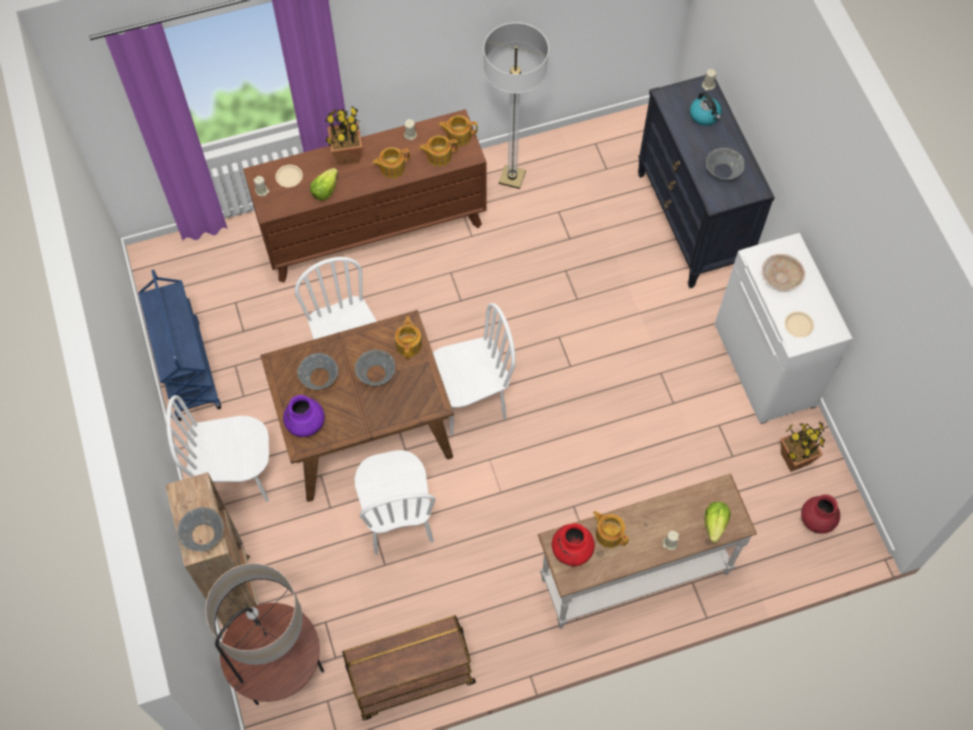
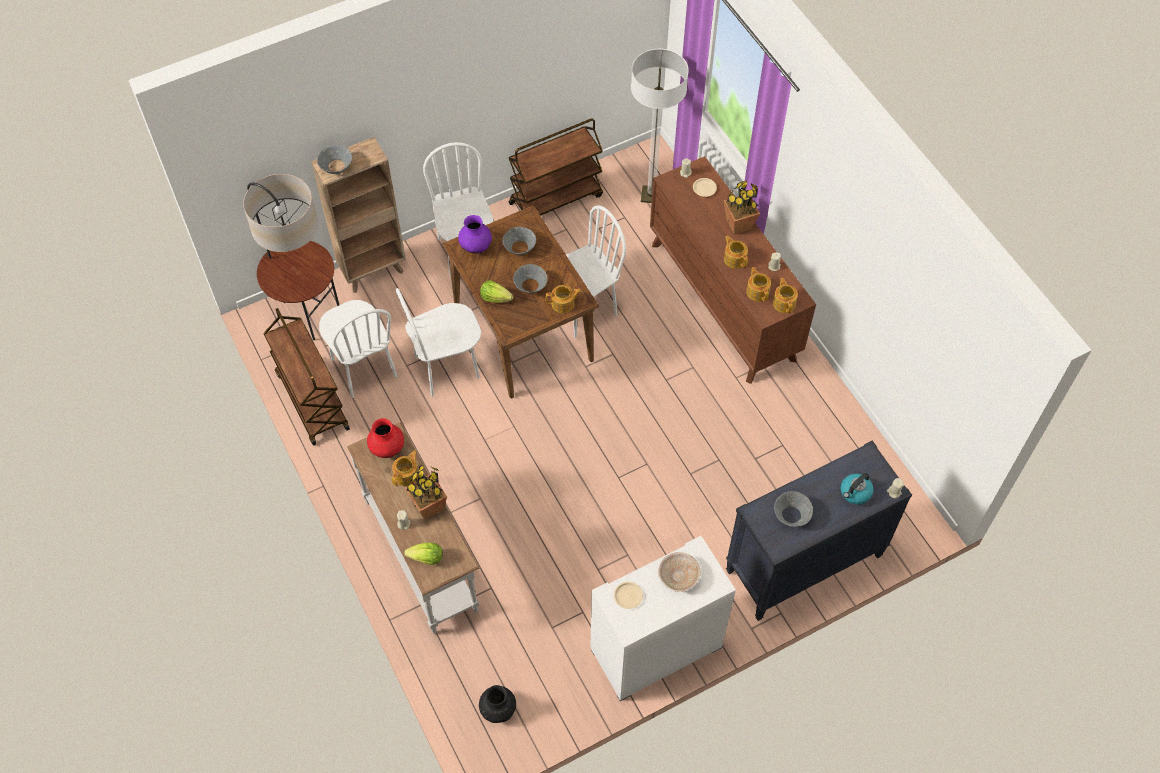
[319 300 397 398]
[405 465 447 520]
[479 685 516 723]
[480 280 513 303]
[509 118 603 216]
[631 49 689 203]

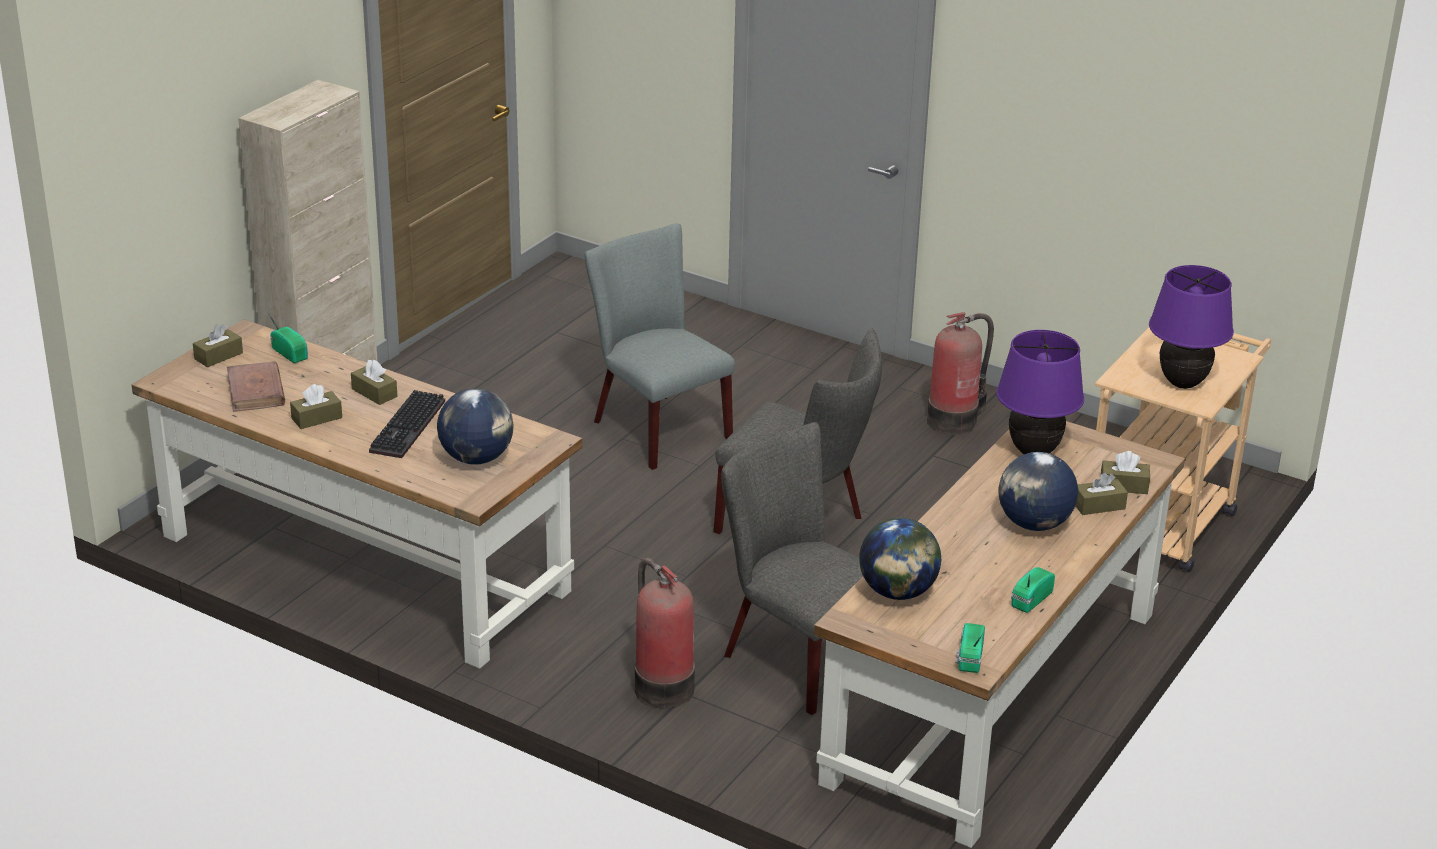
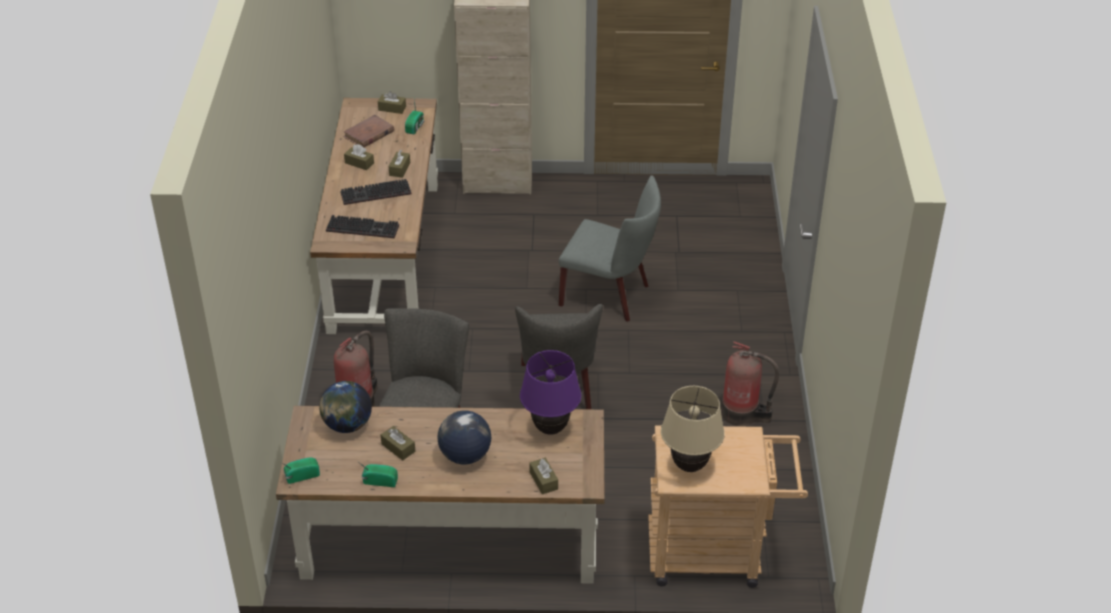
[326 215 399 238]
[381 426 415 460]
[559 175 661 321]
[661 386 725 472]

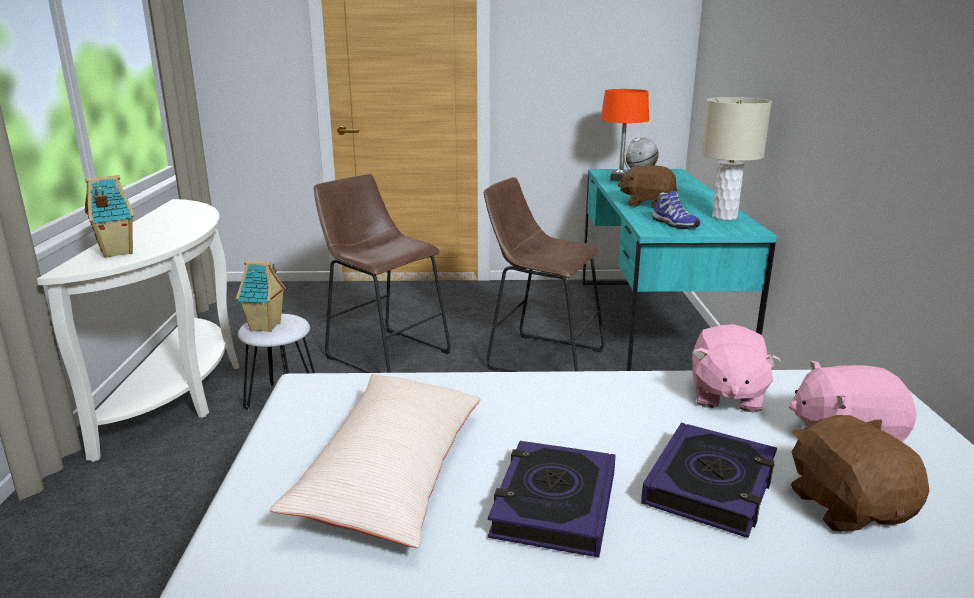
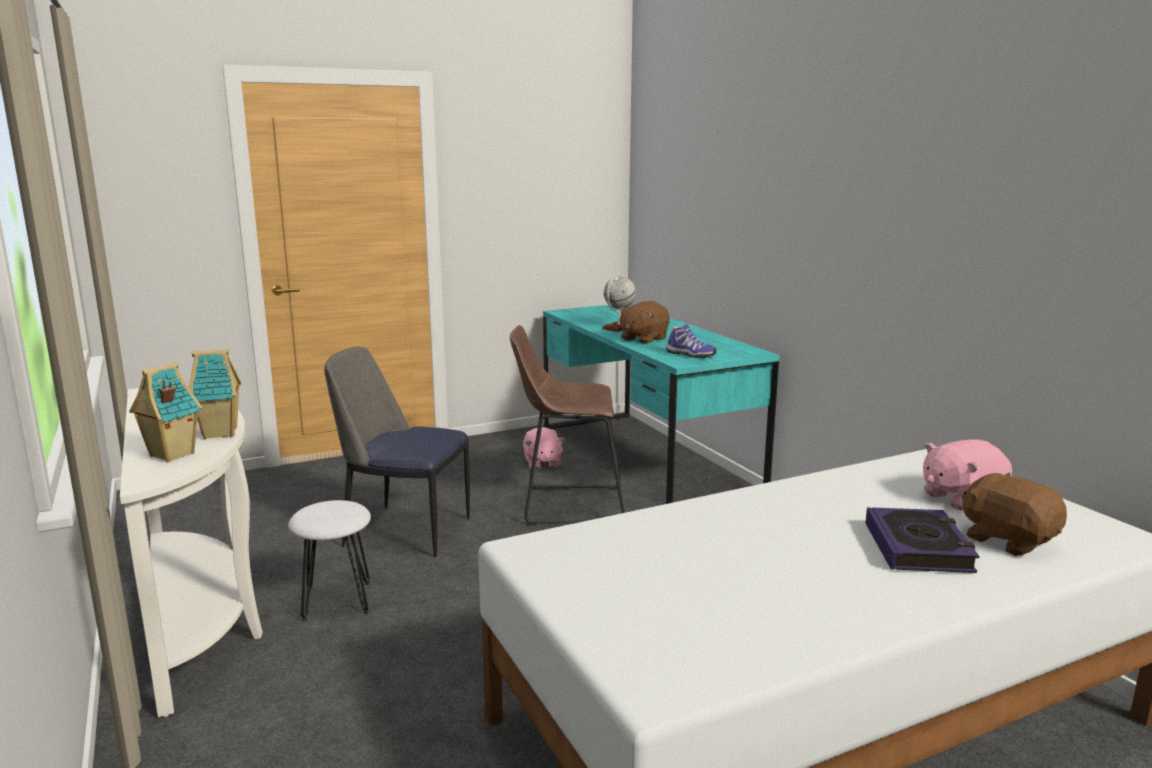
[189 349 241 439]
[324 347 470 557]
[523 427 565 469]
[618 301 670 344]
[270 374 480 548] (first image)
[488 441 616 558] (first image)
[601 89 649 181] (first image)
[701 97 772 220] (first image)

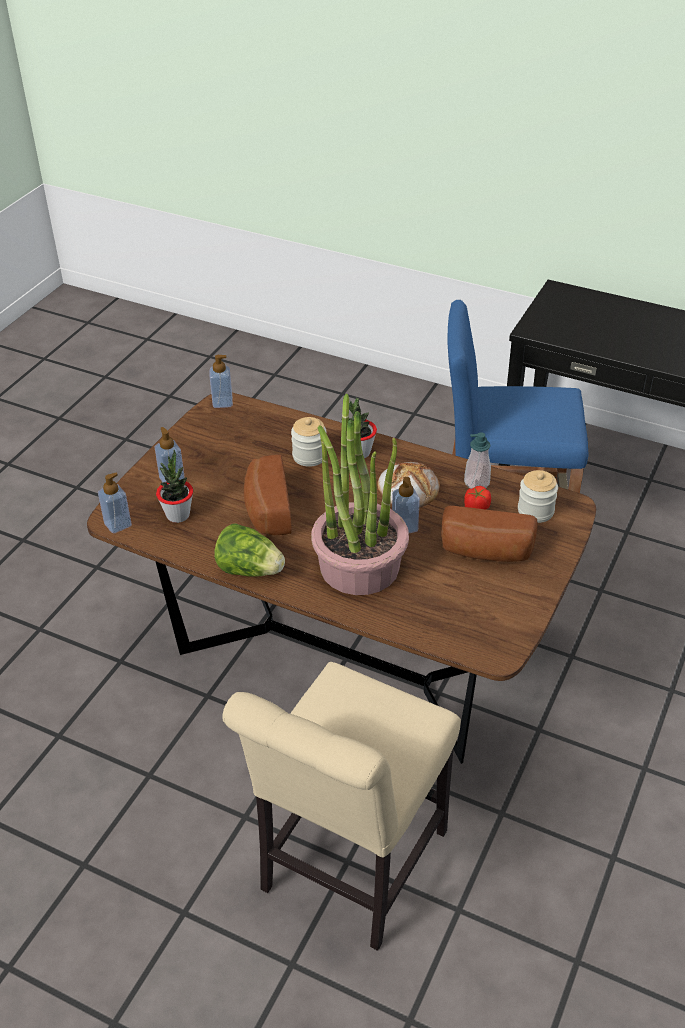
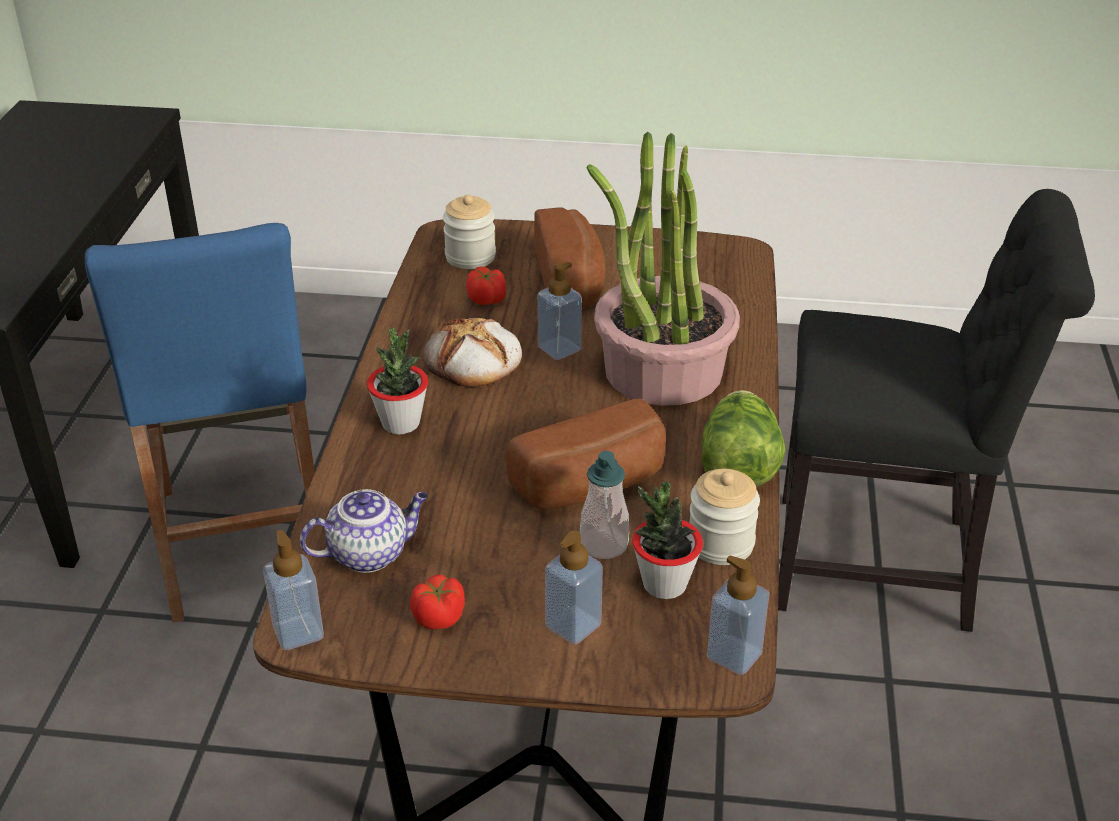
[300 489 428 573]
[410 575 465 629]
[580 451 629 559]
[690 469 760 565]
[778 189 1095 632]

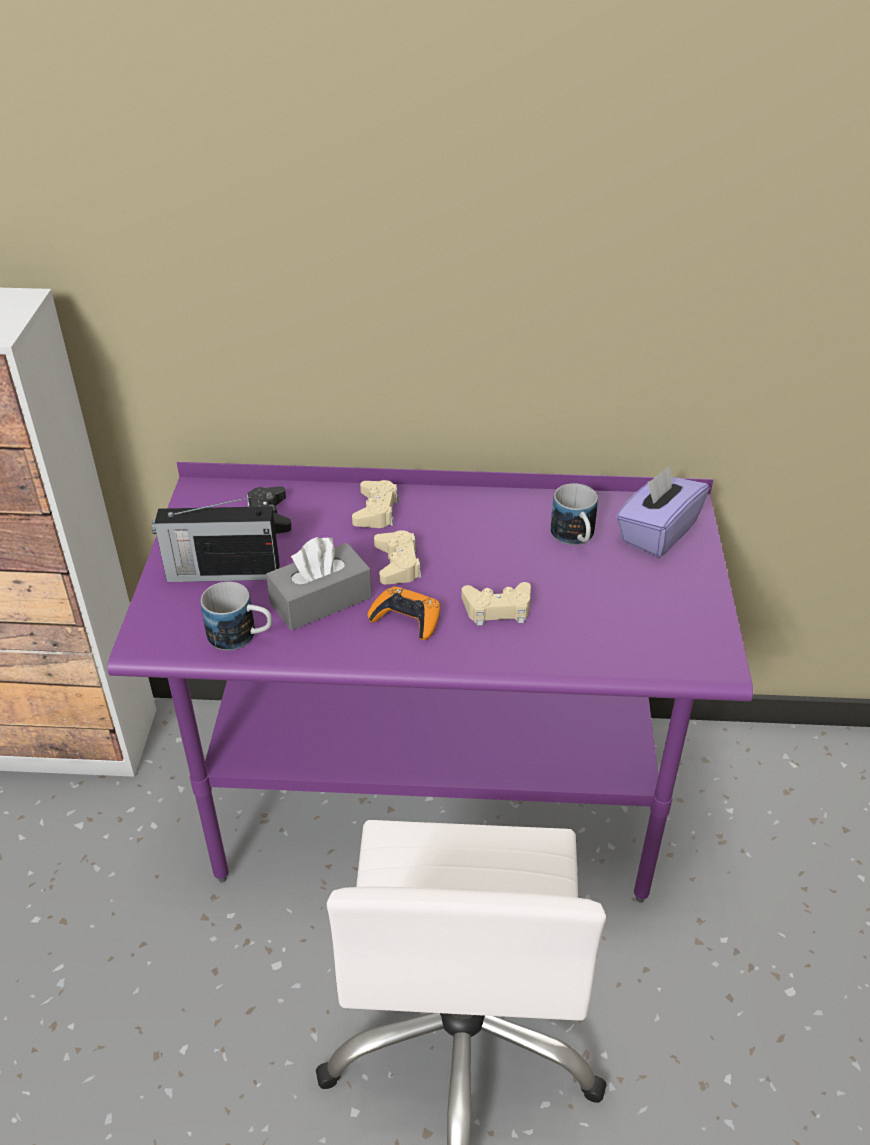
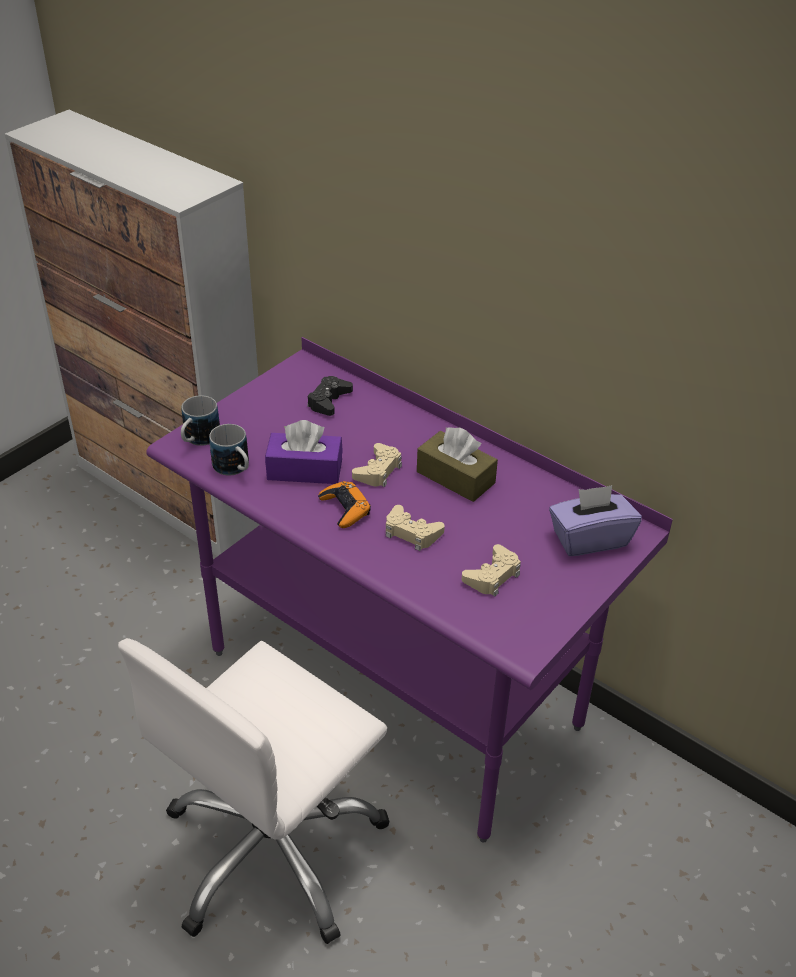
[181 395 220 446]
[265 420 343 484]
[417 427 498 502]
[462 544 521 596]
[152 496 280 582] (first image)

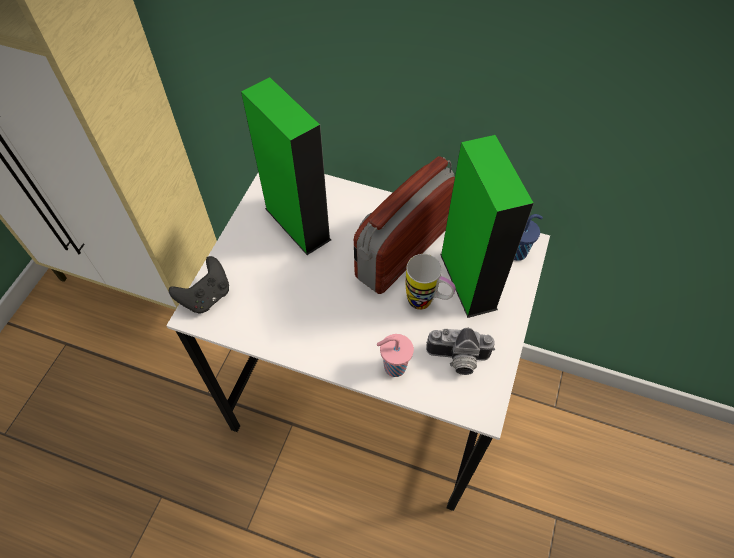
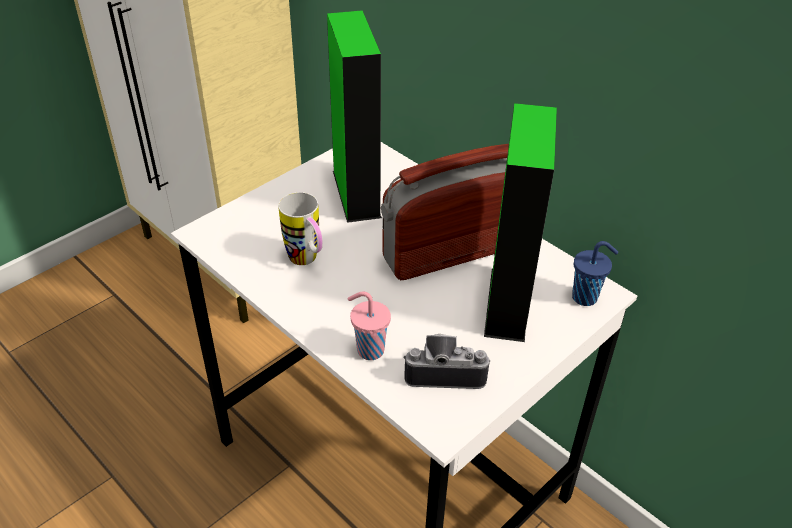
[278 192 323 265]
[404 334 490 389]
[169 256 229 314] (first image)

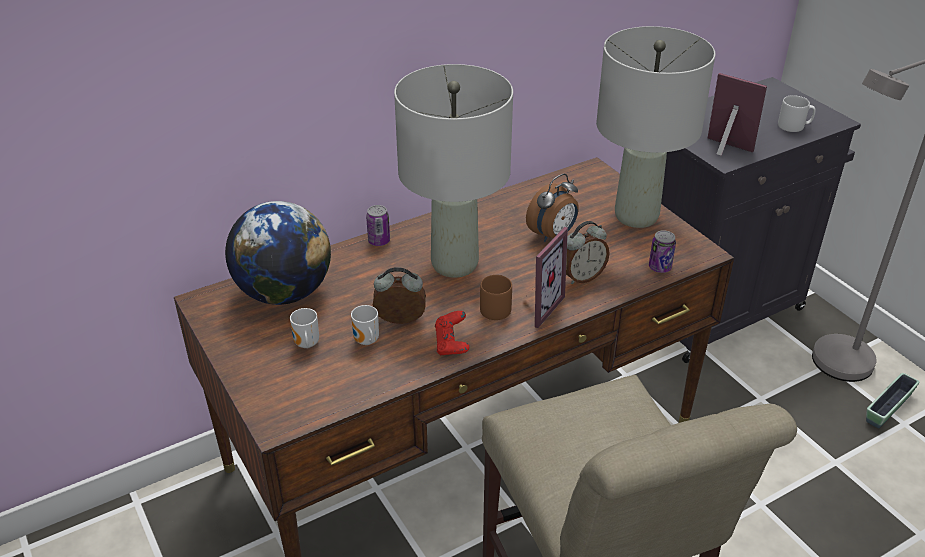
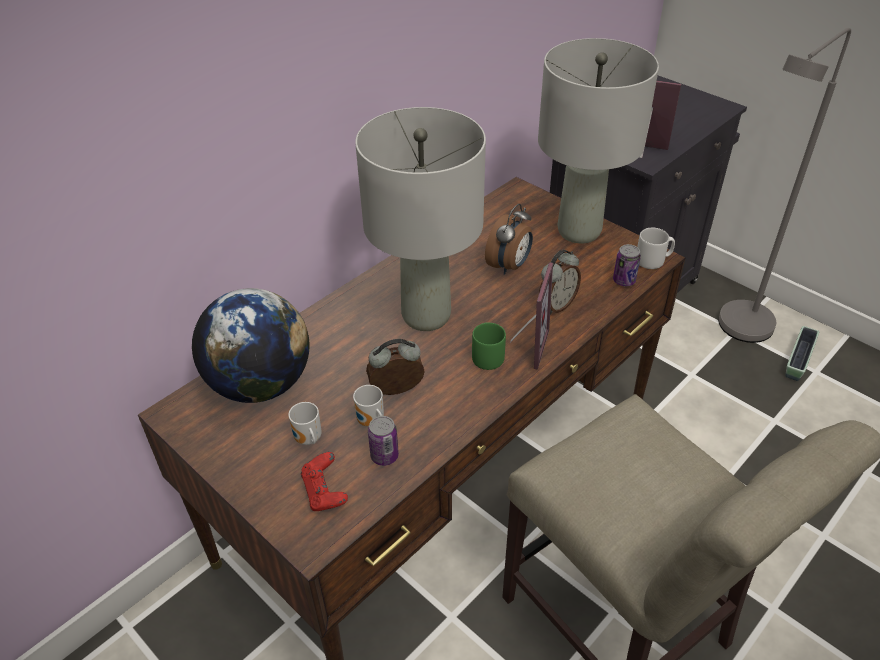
[301 452 348 511]
[368 416 399 466]
[472 323 506 370]
[637 228 675 269]

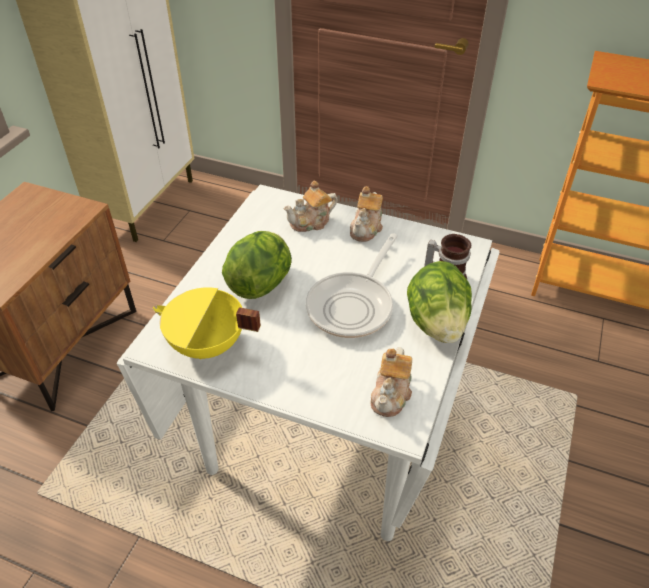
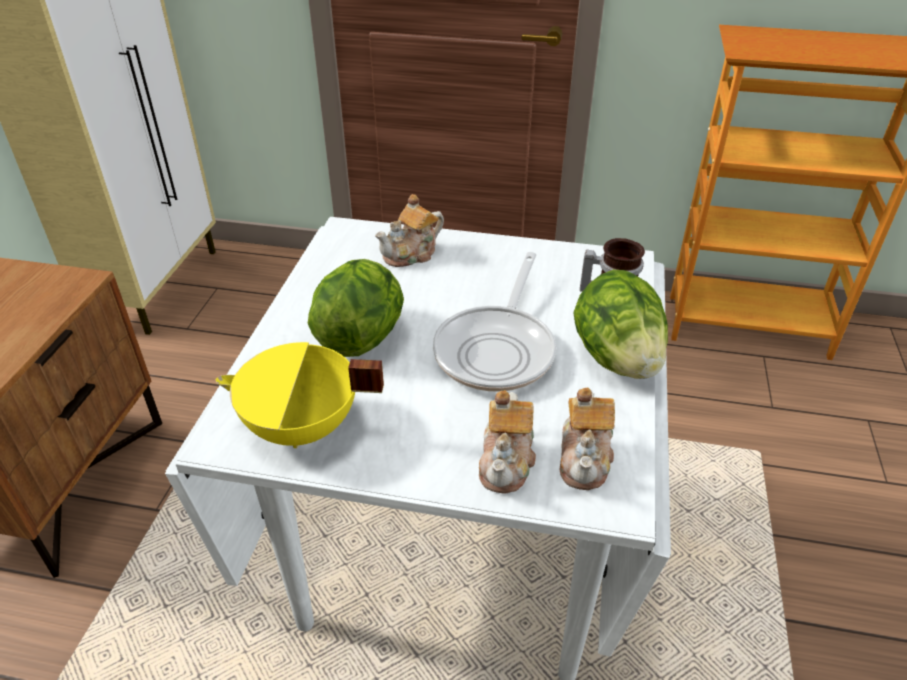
[479 390 536 493]

